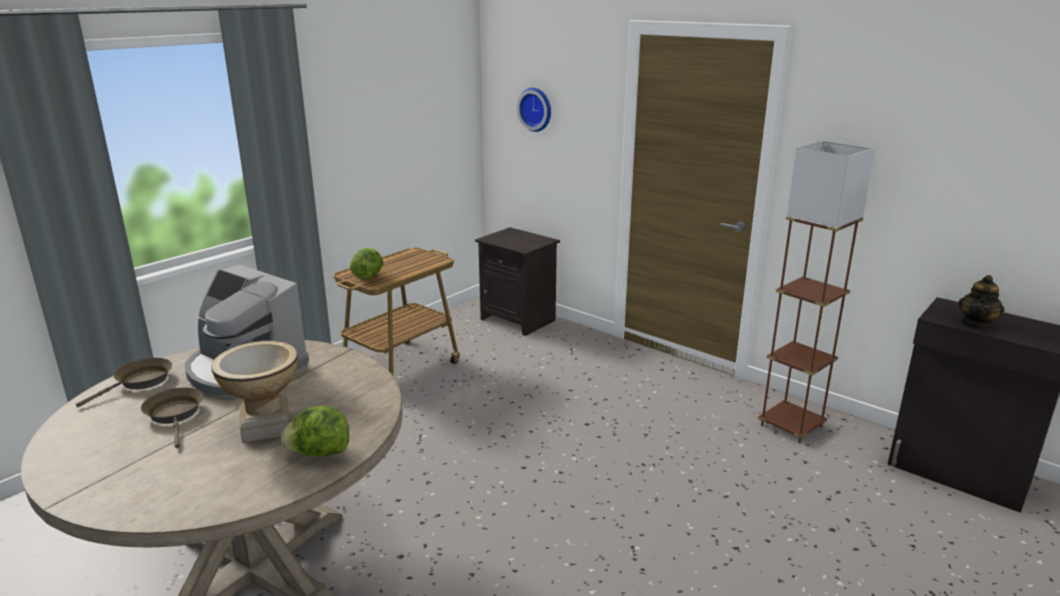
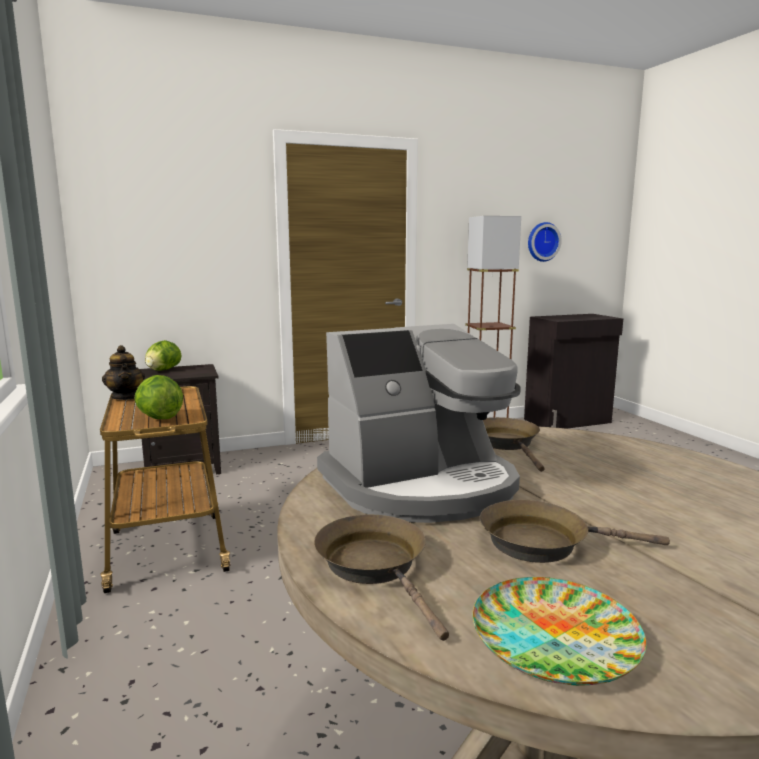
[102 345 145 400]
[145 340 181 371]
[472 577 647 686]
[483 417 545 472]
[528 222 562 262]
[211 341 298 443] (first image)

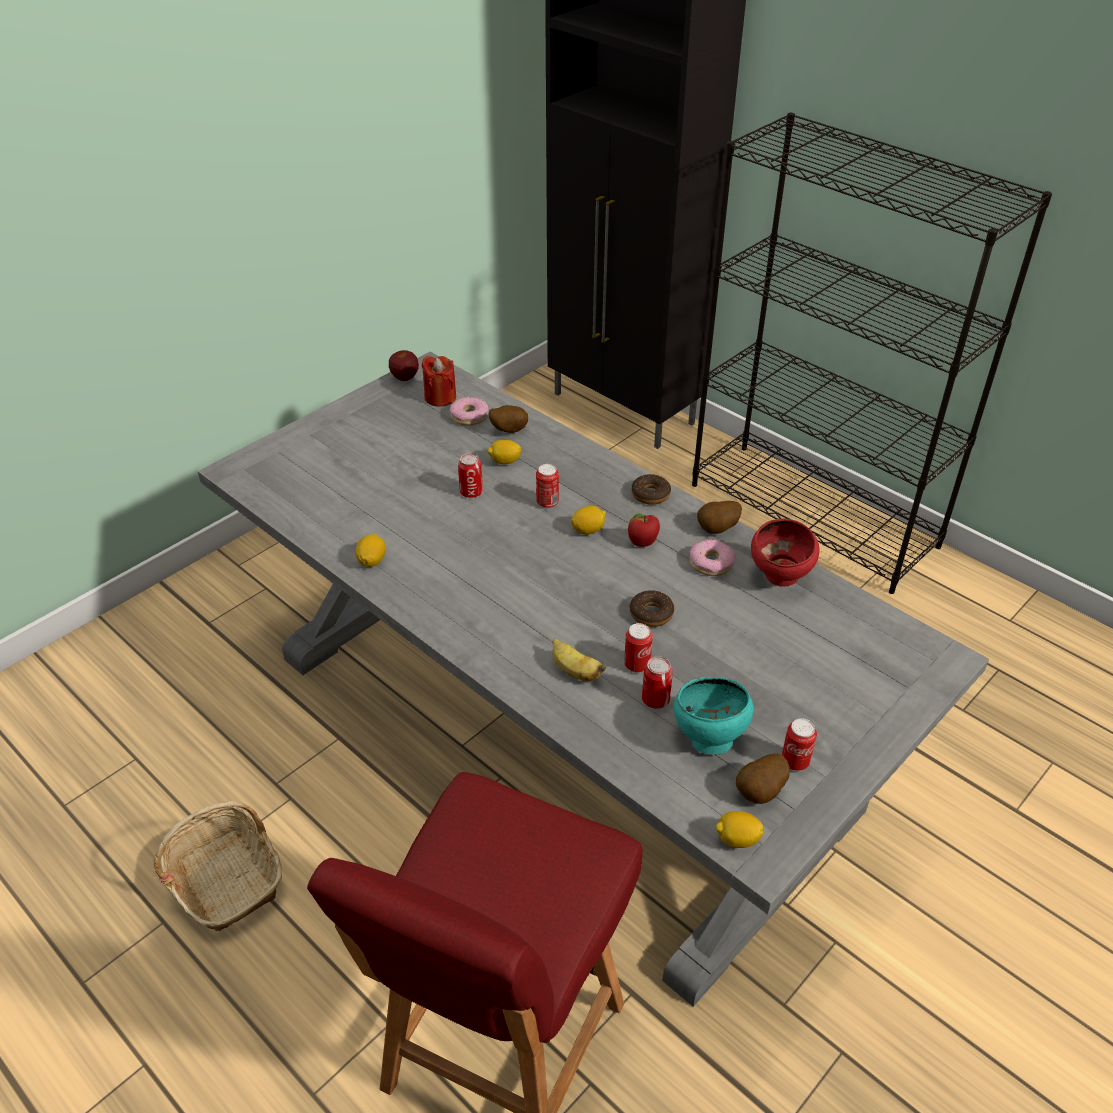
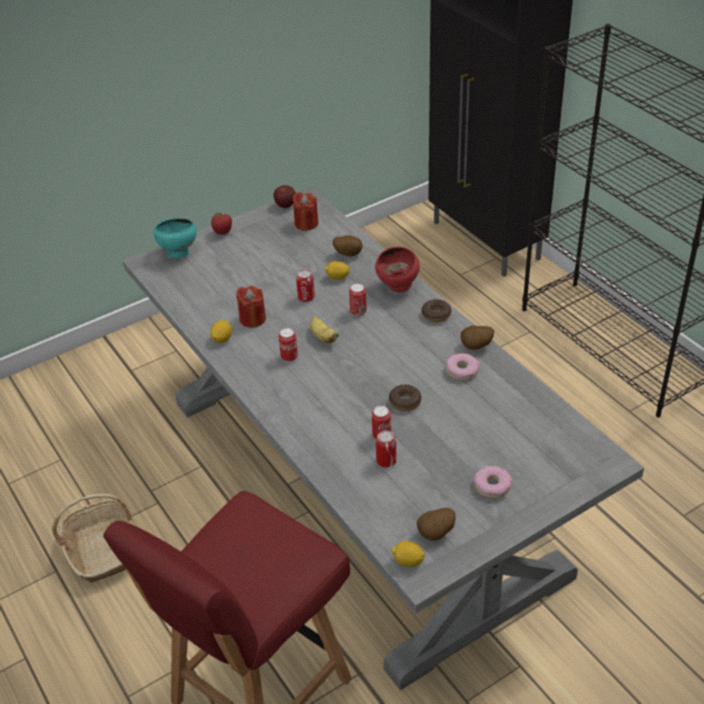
[154 217 197 258]
[211 212 232 235]
[236 286 266 328]
[278 328 298 362]
[310 315 339 343]
[375 247 420 293]
[474 466 512 498]
[571 506 606 535] (first image)

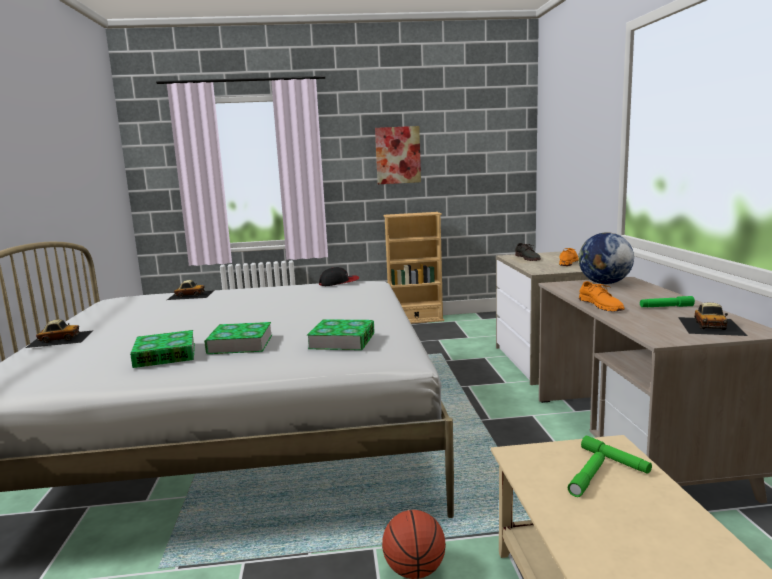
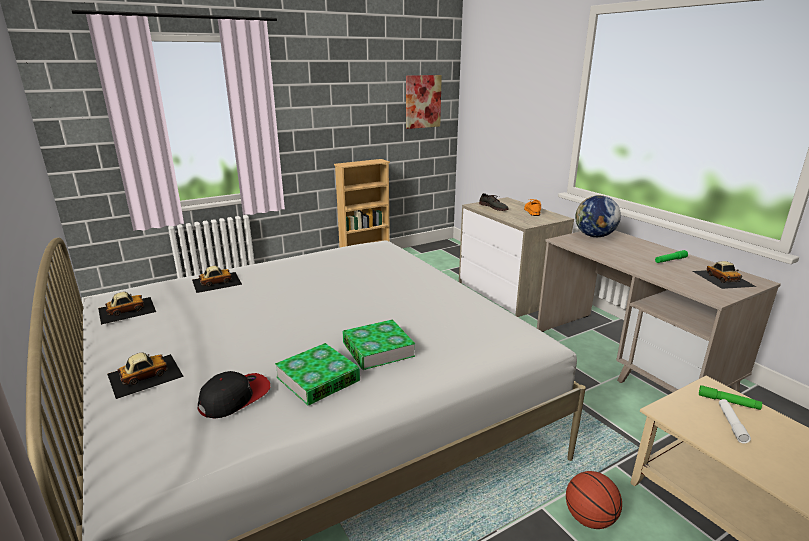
[98 292 156 325]
[198 371 270 419]
[406 75 442 129]
[719 399 751 443]
[307 319 375 350] (first image)
[579 281 624 312] (first image)

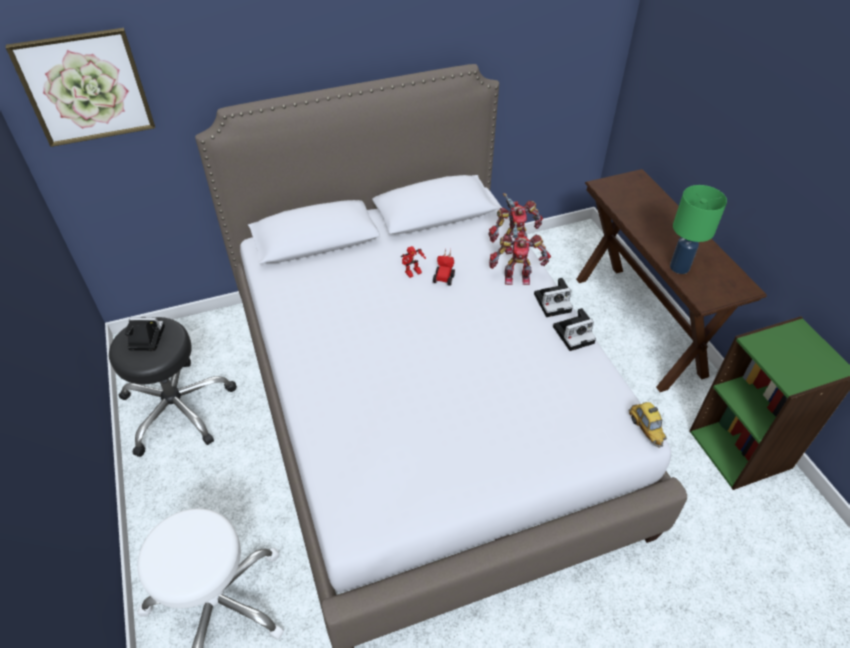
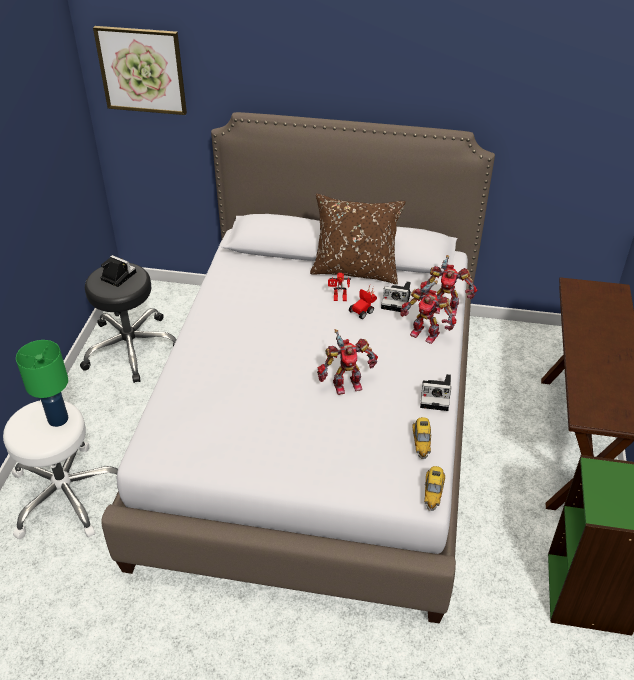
[16 340 68 427]
[310 193 406 285]
[317 329 378 395]
[381 281 411 312]
[412 417 432 459]

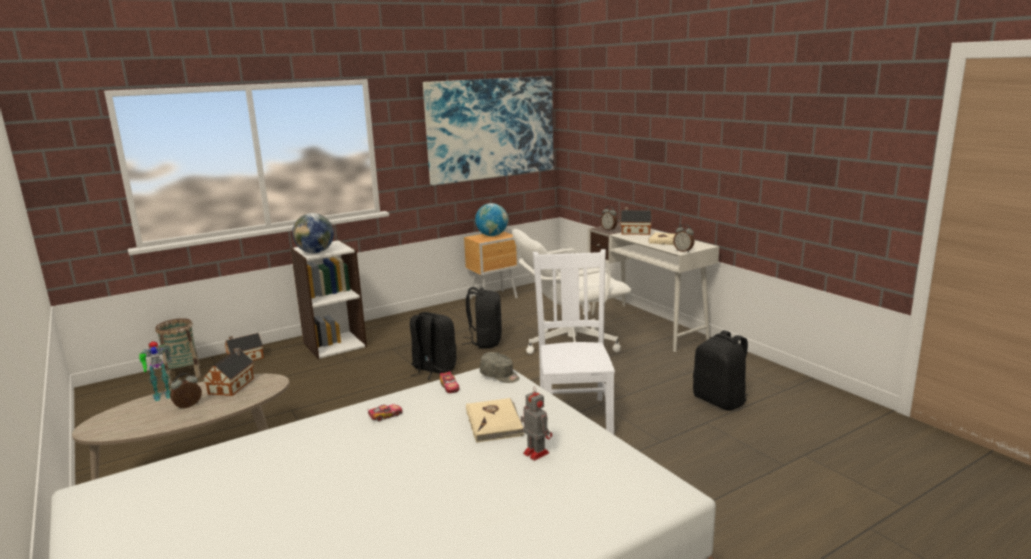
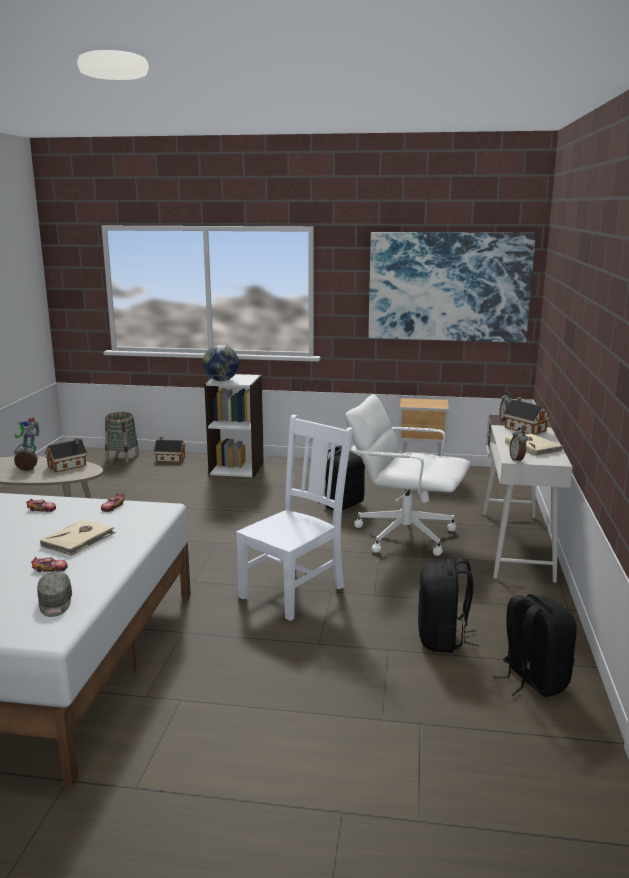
[31 557 68 572]
[37 571 72 617]
[493 594 577 697]
[475 203 508 236] (first image)

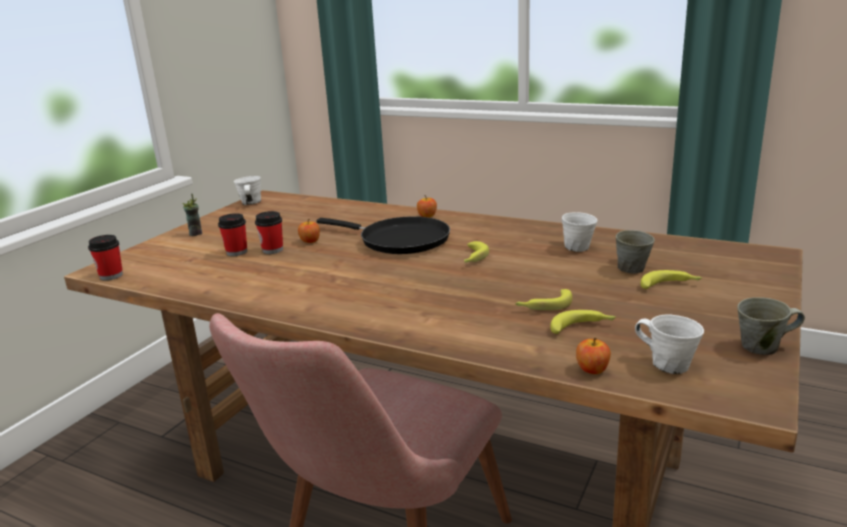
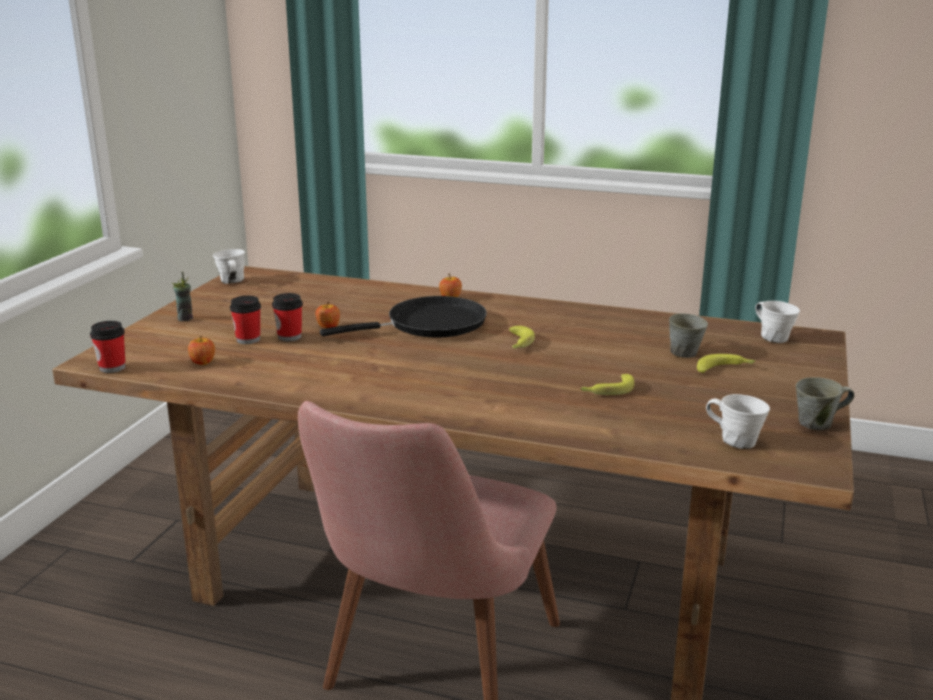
[188 335 215 365]
[320 296 487 338]
[755 301 800 343]
[550 310 616 334] (first image)

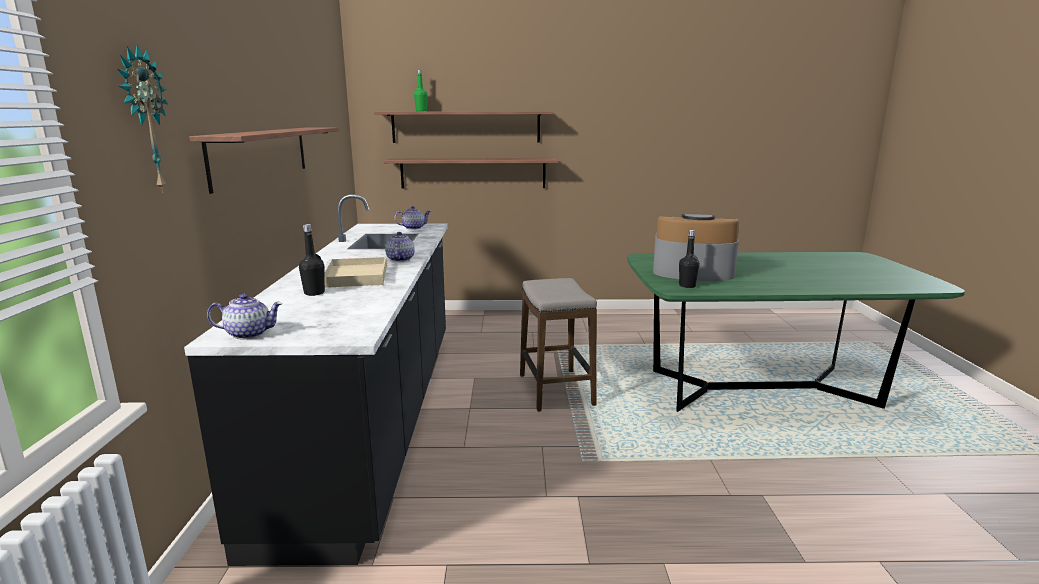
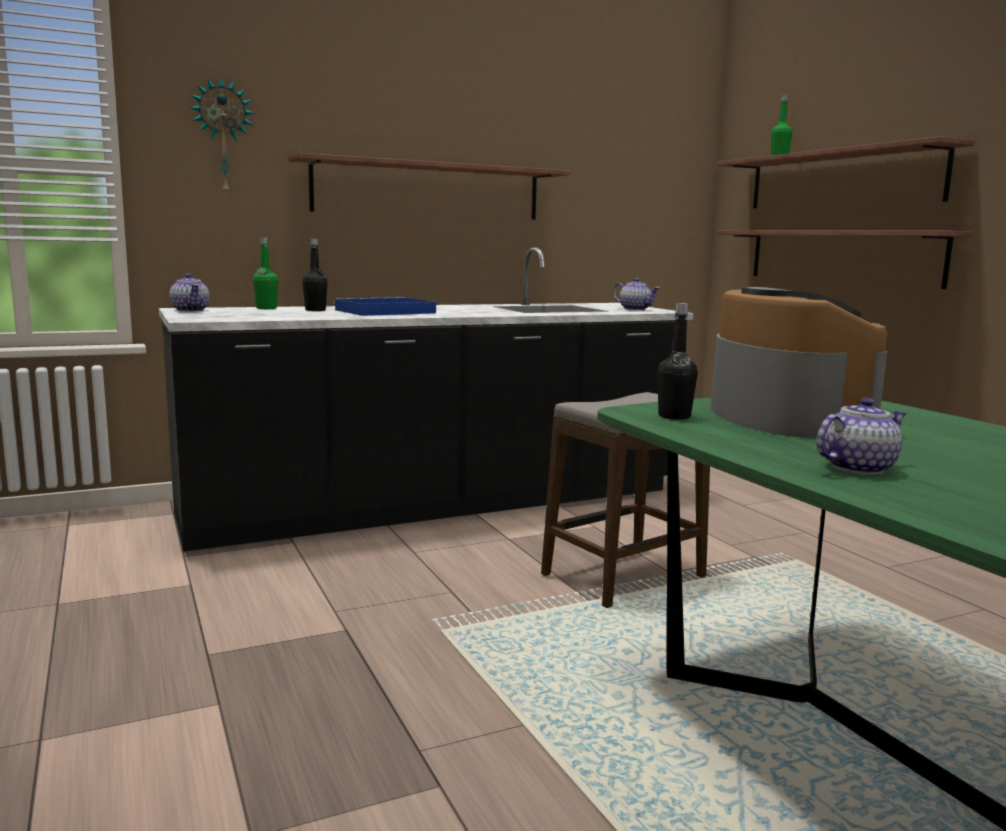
[253 237 278 309]
[334 297 436 316]
[816 398 907 475]

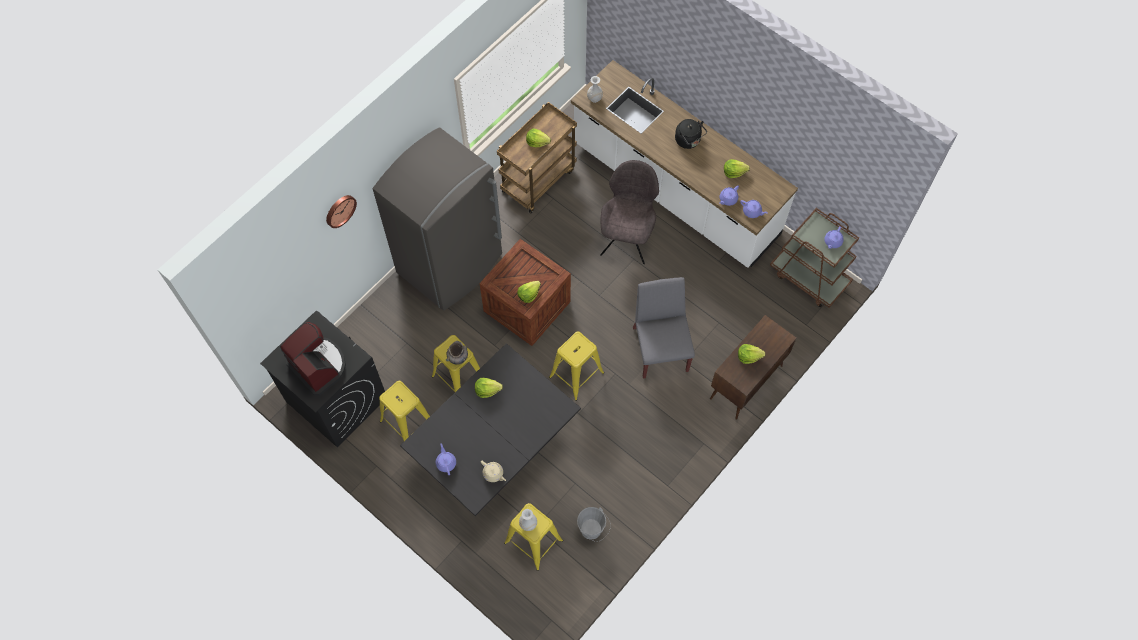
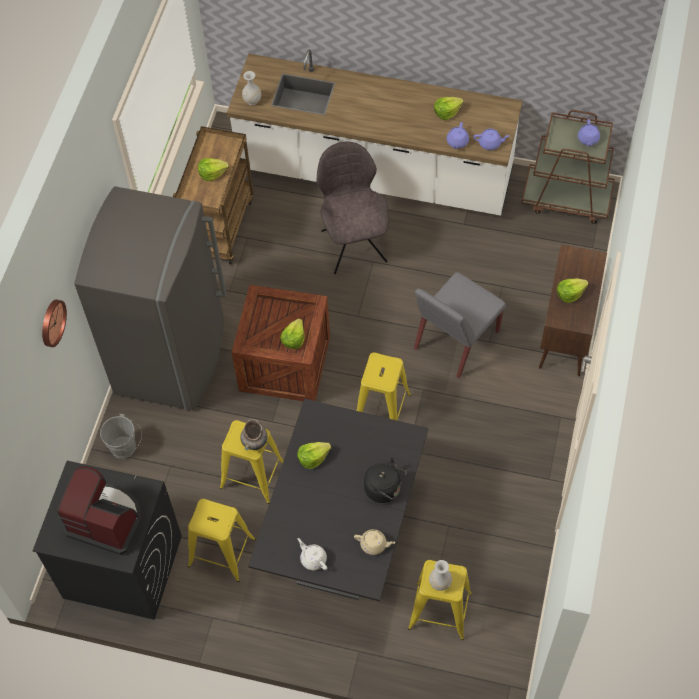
[100 414 142 459]
[298 538 327 570]
[364 458 407 503]
[414 272 506 378]

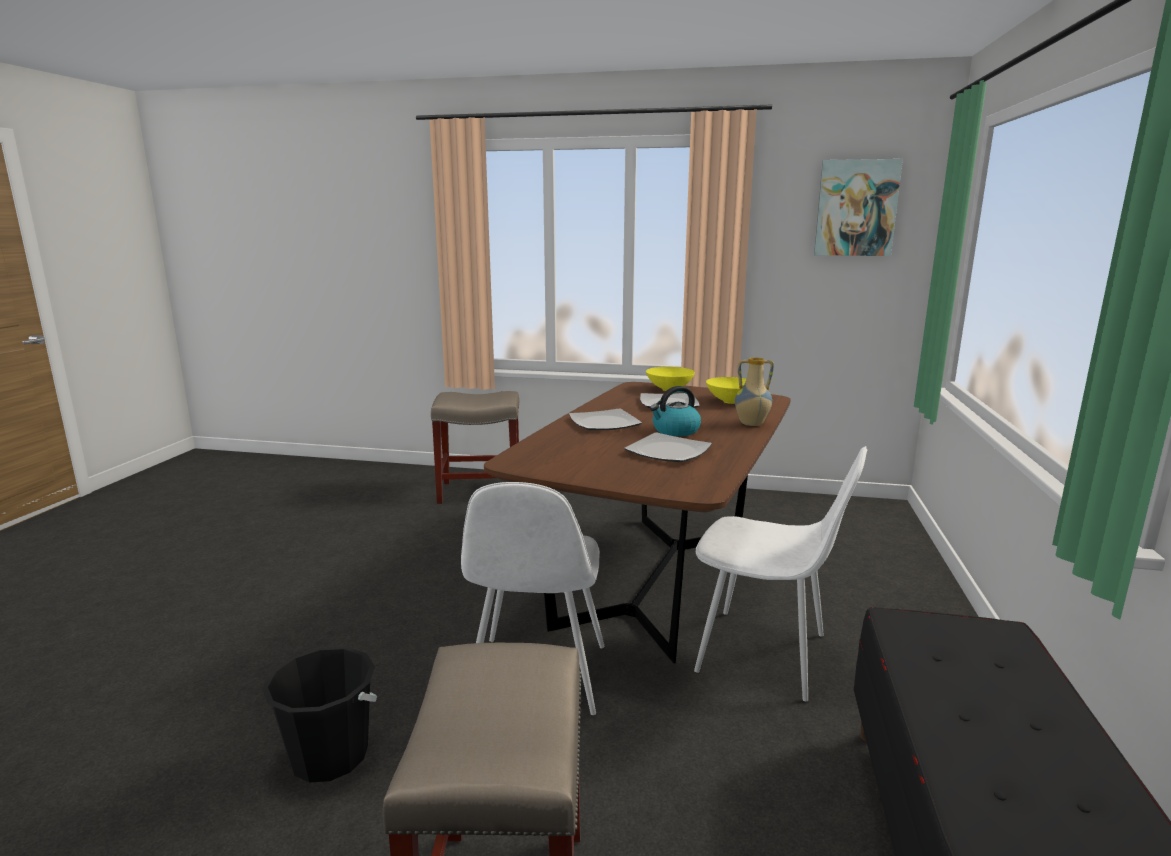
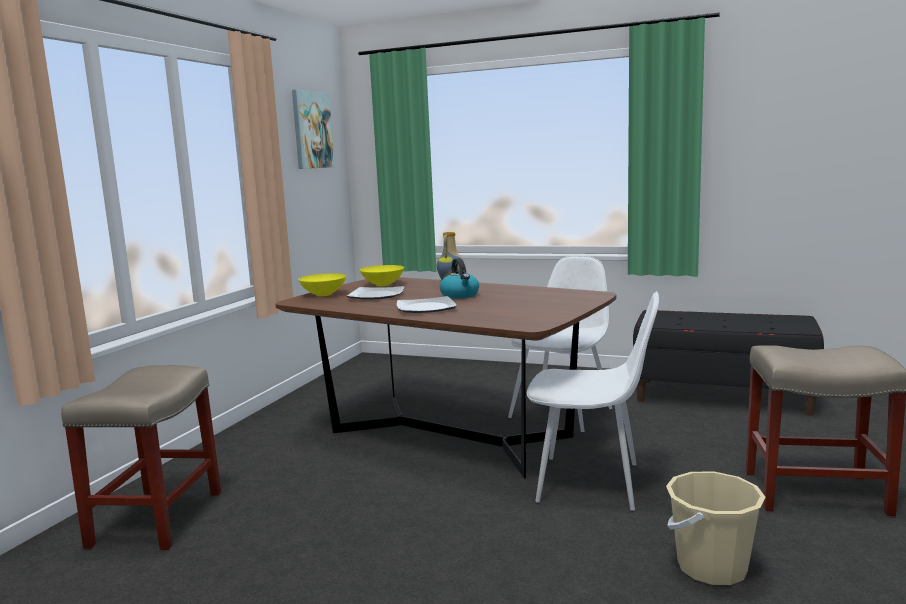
[666 472 766 585]
[624 432 712 462] (first image)

